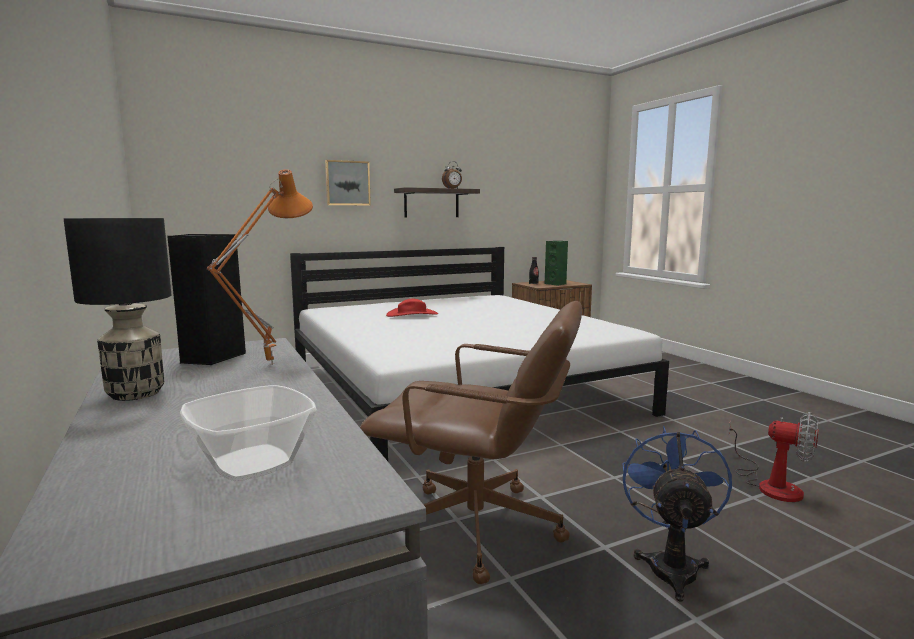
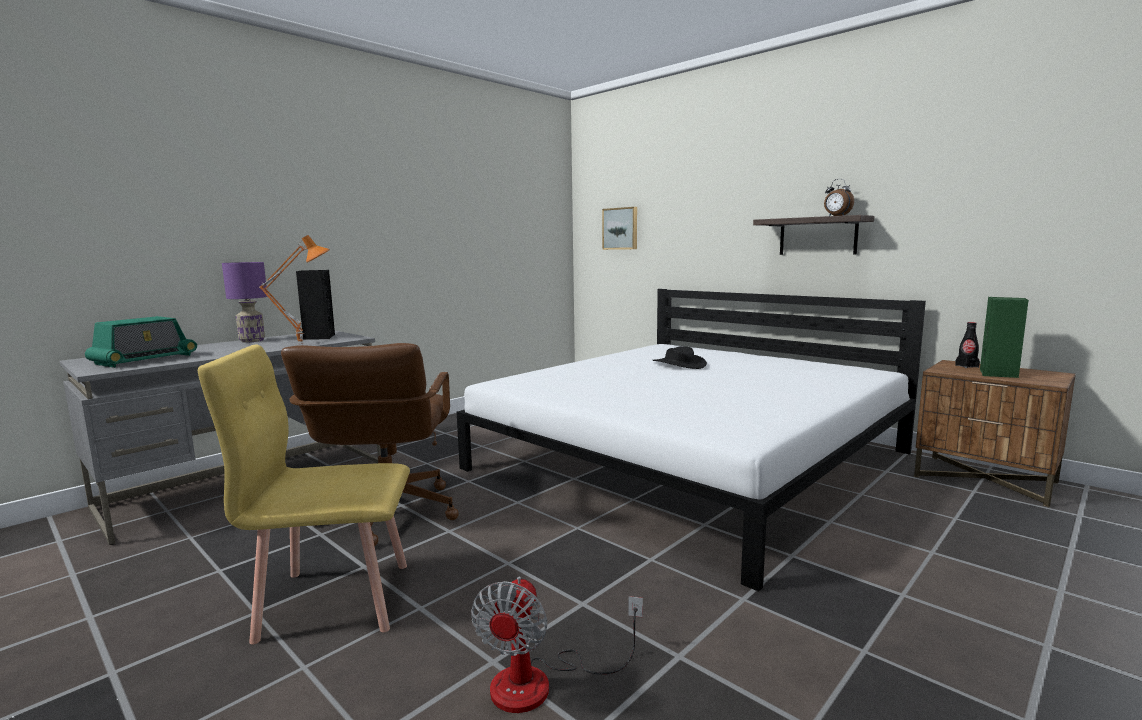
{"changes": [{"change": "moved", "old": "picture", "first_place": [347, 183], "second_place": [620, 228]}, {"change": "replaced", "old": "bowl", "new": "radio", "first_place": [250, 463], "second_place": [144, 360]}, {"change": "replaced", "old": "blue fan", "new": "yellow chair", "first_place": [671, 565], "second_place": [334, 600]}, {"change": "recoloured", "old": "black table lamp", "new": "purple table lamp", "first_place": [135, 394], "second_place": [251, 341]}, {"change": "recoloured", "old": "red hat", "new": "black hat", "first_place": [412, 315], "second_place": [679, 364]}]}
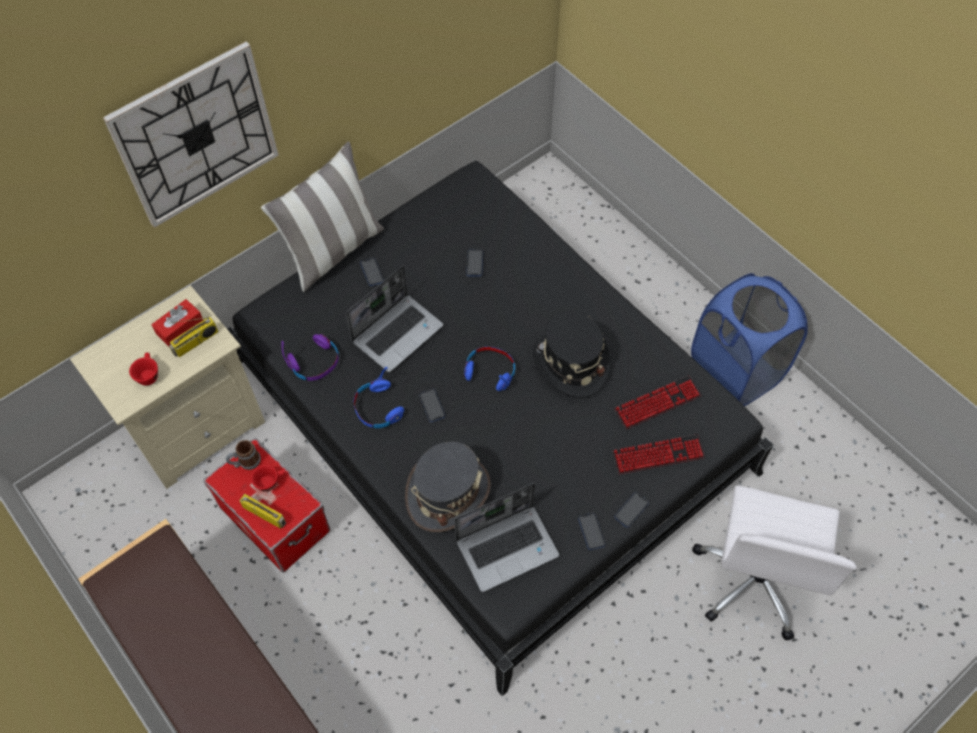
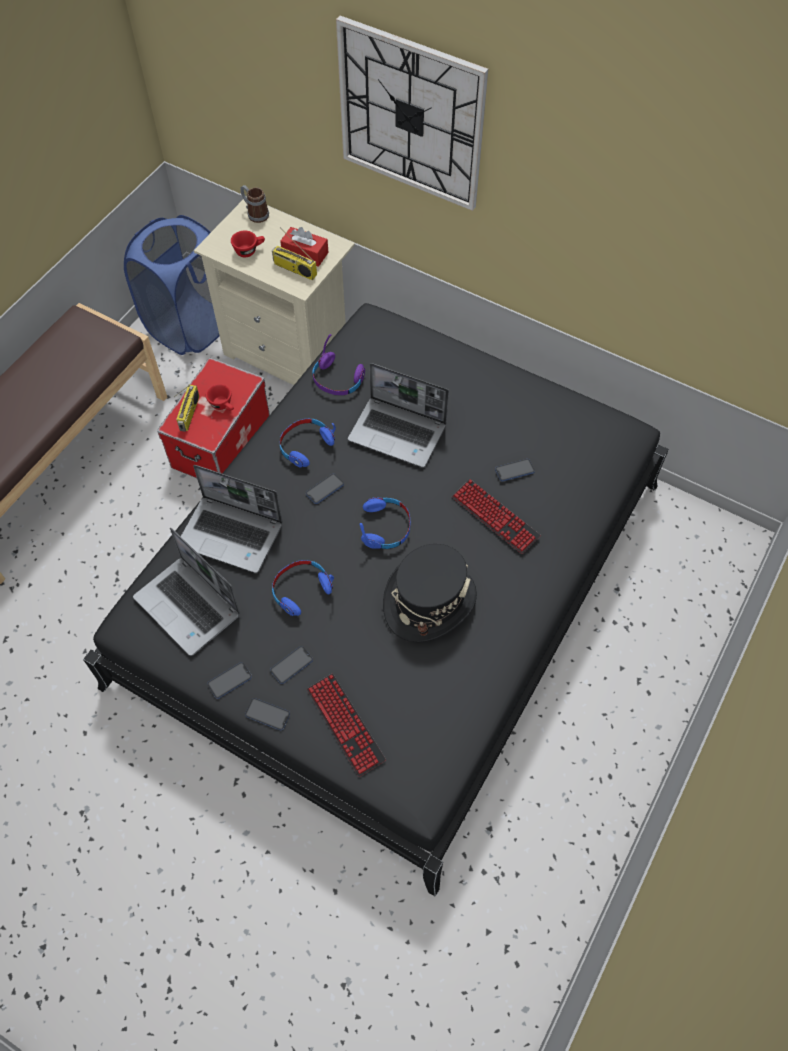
{"changes": [{"change": "removed", "old": "pillow", "first_place": [333, 250]}, {"change": "removed", "old": "white office chair", "first_place": [755, 579]}, {"change": "added", "new": "blue headphones", "second_place": [301, 590]}, {"change": "moved", "old": "mug", "first_place": [245, 462], "second_place": [255, 213]}, {"change": "moved", "old": "phone", "first_place": [372, 272], "second_place": [291, 665]}, {"change": "moved", "old": "keyboard", "first_place": [657, 403], "second_place": [495, 517]}, {"change": "moved", "old": "blue laundry basket", "first_place": [735, 372], "second_place": [191, 326]}, {"change": "replaced", "old": "grey hat", "new": "laptop", "first_place": [448, 493], "second_place": [232, 534]}]}
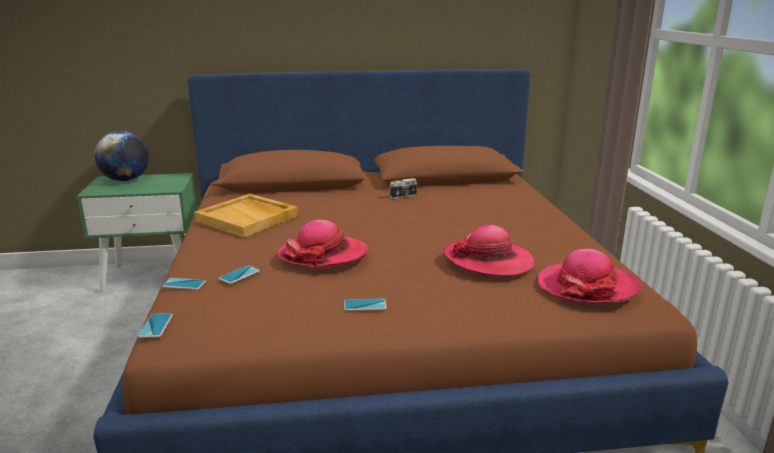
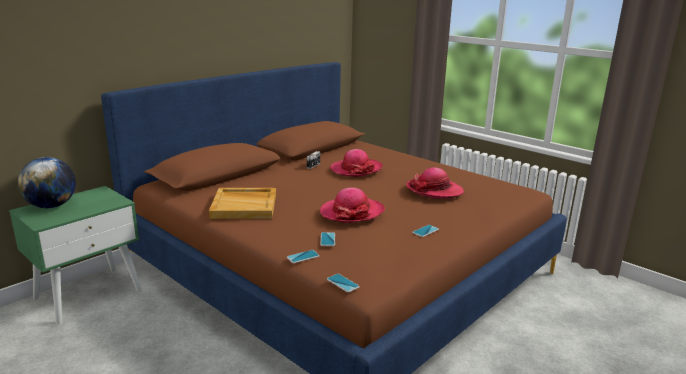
{"changes": [{"change": "moved", "old": "hat", "first_place": [587, 287], "second_place": [356, 169]}]}
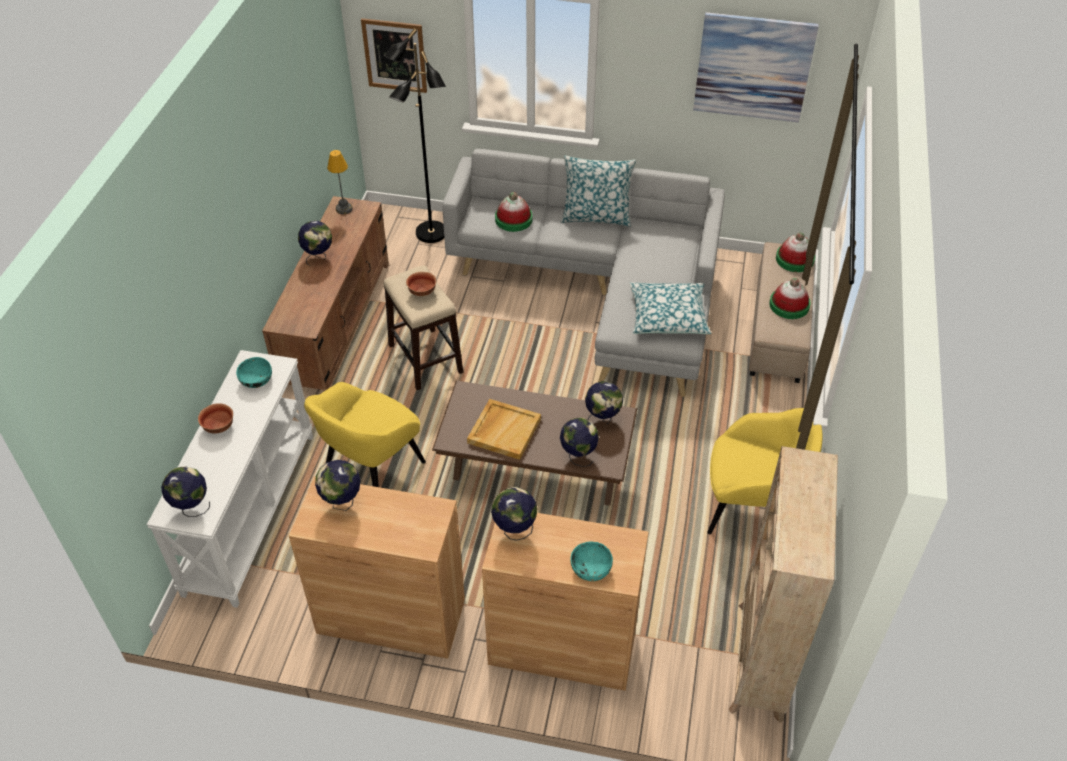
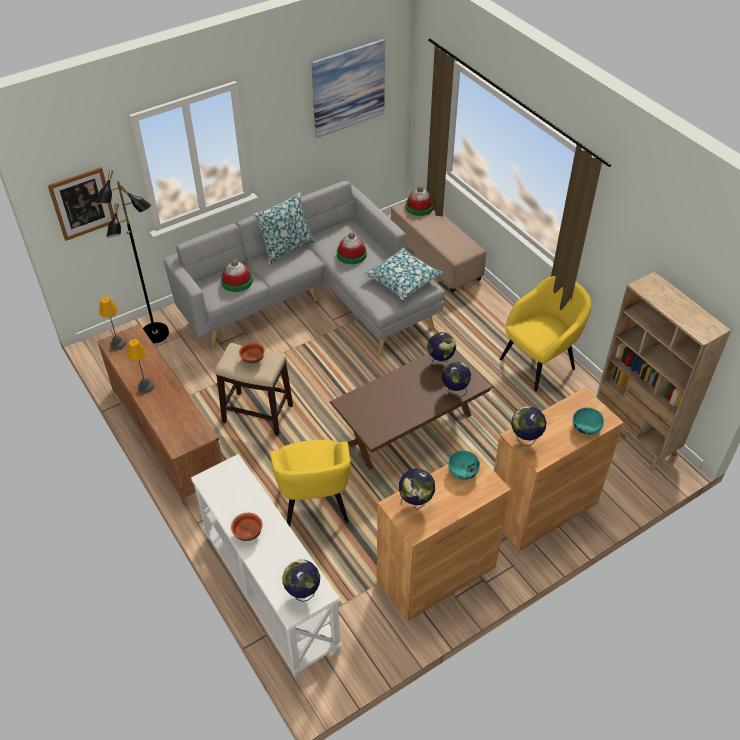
{"changes": [{"change": "removed", "old": "beige tray", "first_place": [504, 430]}, {"change": "moved", "old": "turquoise bowl", "first_place": [256, 380], "second_place": [463, 471]}, {"change": "moved", "old": "hat", "first_place": [789, 305], "second_place": [351, 254]}, {"change": "replaced", "old": "globe", "new": "table lamp", "first_place": [318, 257], "second_place": [145, 386]}]}
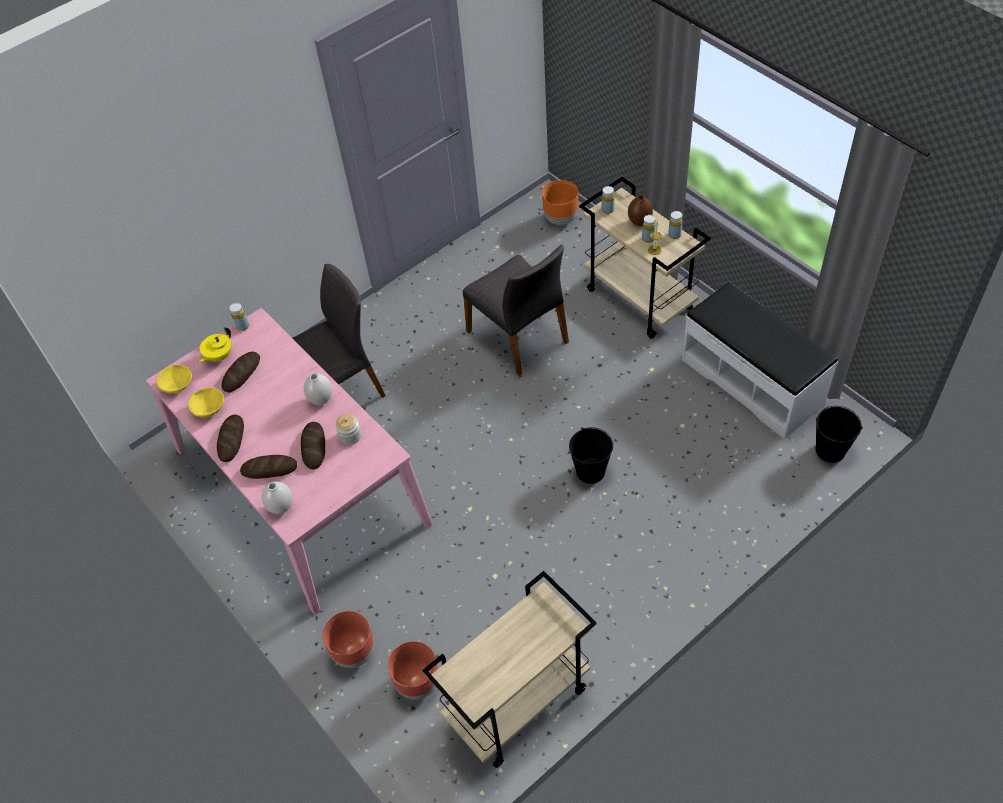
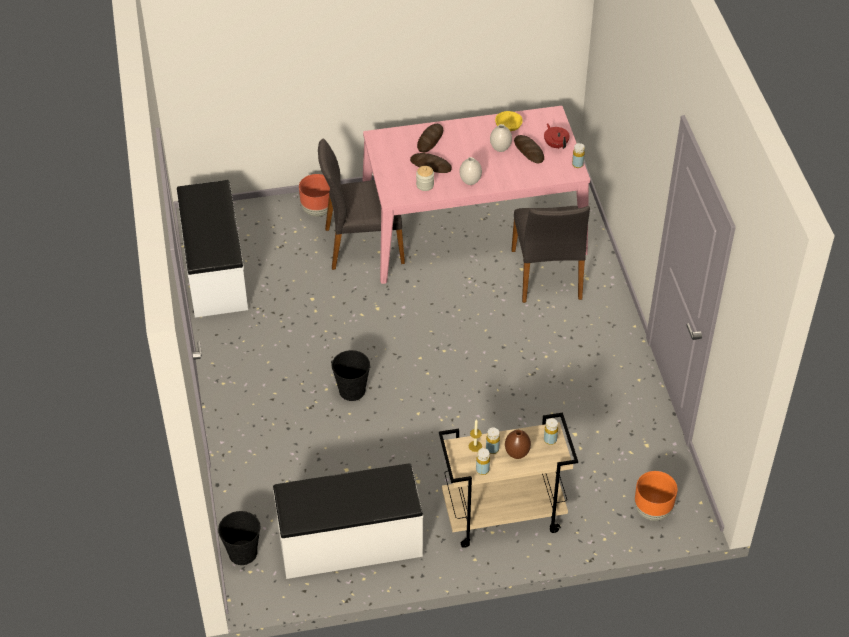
{"changes": [{"change": "removed", "old": "yellow bowl", "first_place": [178, 385]}, {"change": "removed", "old": "bread", "first_place": [231, 440]}, {"change": "removed", "old": "brown planter", "first_place": [417, 683]}, {"change": "moved", "old": "white vase", "first_place": [281, 507], "second_place": [500, 149]}, {"change": "moved", "old": "grey chair", "first_place": [519, 336], "second_place": [363, 244]}, {"change": "replaced", "old": "beige cart", "new": "white bench", "first_place": [517, 704], "second_place": [214, 270]}, {"change": "recoloured", "old": "yellow teapot", "new": "red teapot", "first_place": [219, 356], "second_place": [556, 145]}]}
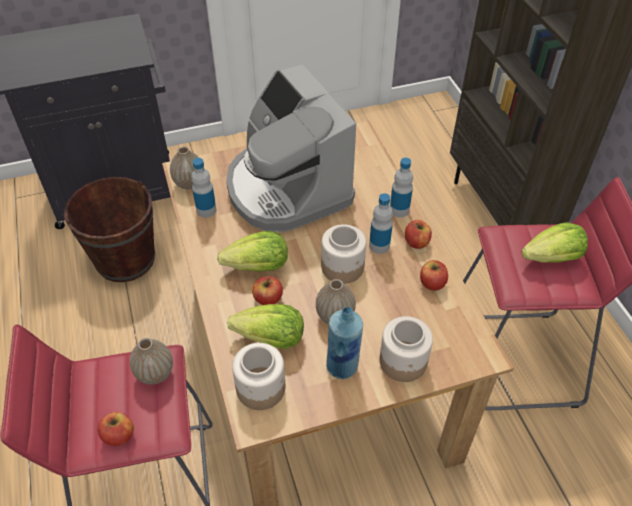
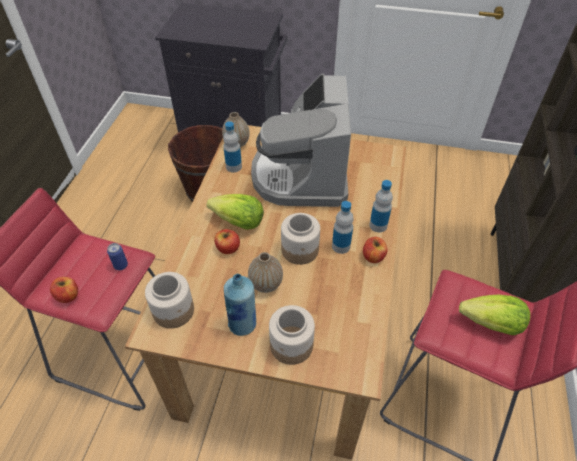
{"changes": [{"change": "removed", "old": "lettuce", "first_place": [271, 339]}, {"change": "removed", "old": "apple", "first_place": [432, 283]}, {"change": "replaced", "old": "vase", "new": "can", "first_place": [155, 373], "second_place": [121, 265]}]}
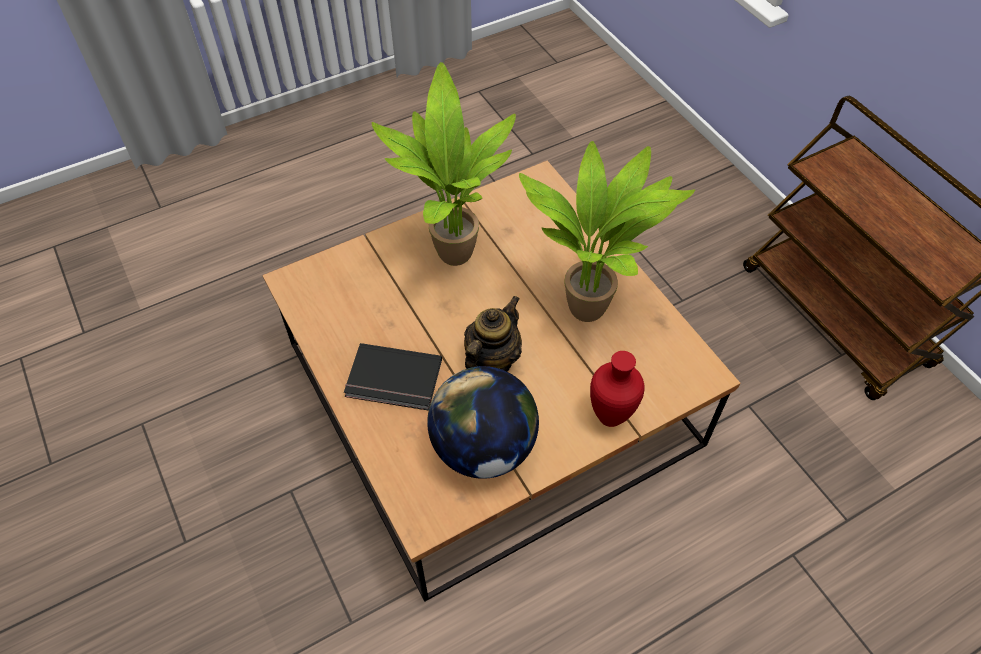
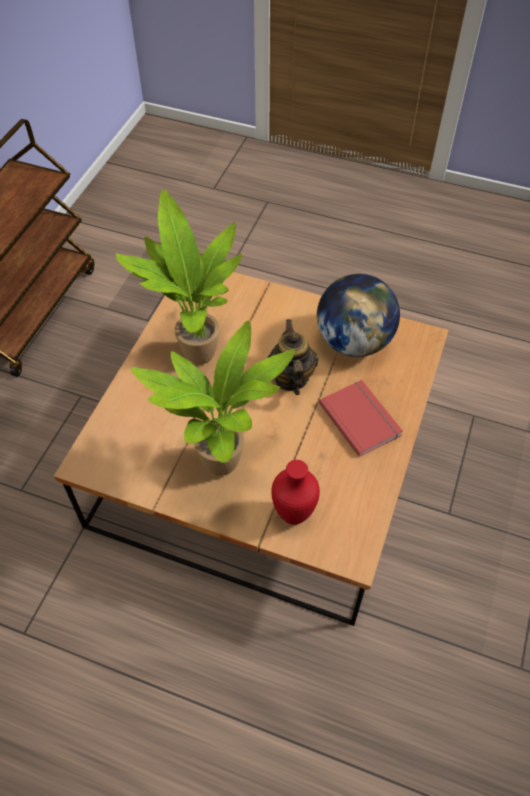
{"changes": [{"change": "moved", "old": "red vase", "first_place": [612, 417], "second_place": [293, 514]}, {"change": "recoloured", "old": "black book", "new": "red book", "first_place": [393, 381], "second_place": [361, 418]}, {"change": "turned", "old": "teapot", "first_place": [491, 360], "second_place": [291, 378], "degrees": 90}]}
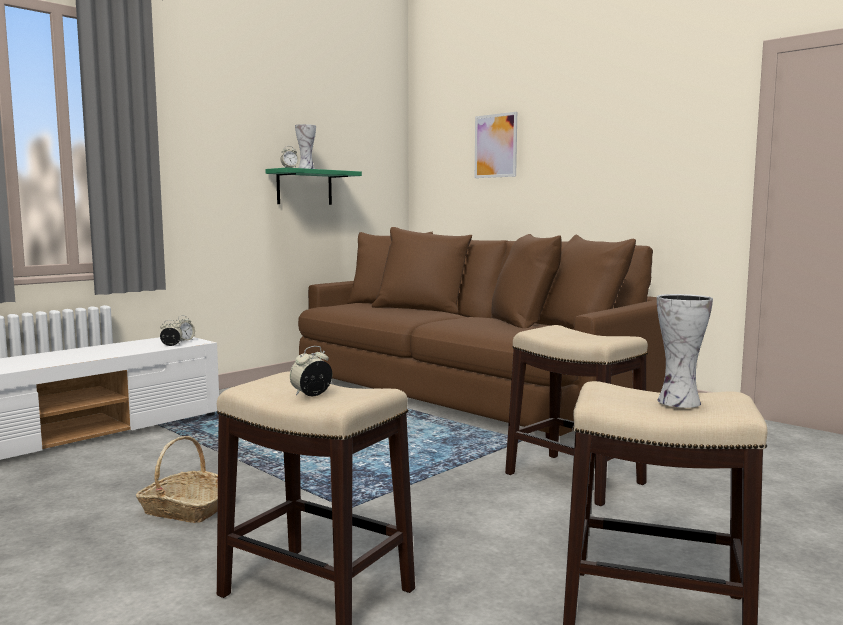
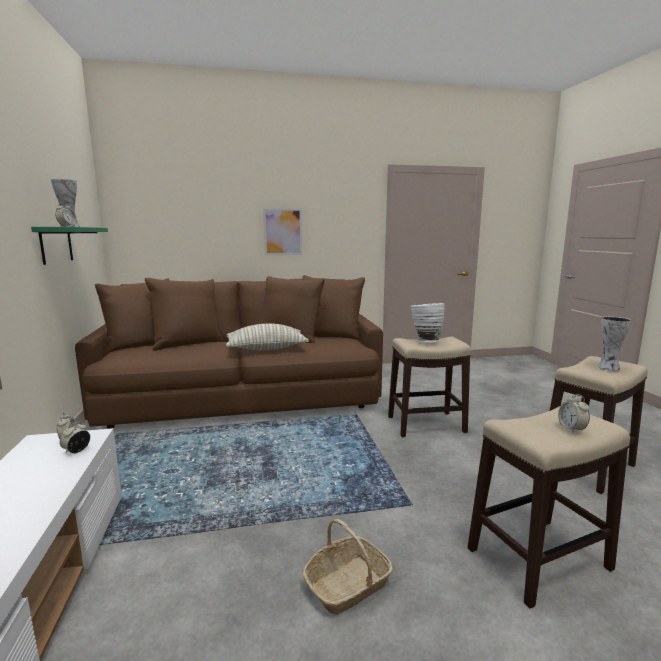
{"changes": [{"change": "added", "new": "pillow", "second_place": [266, 349]}, {"change": "added", "new": "white vase", "second_place": [425, 341]}, {"change": "moved", "old": "picture", "first_place": [495, 146], "second_place": [283, 232]}]}
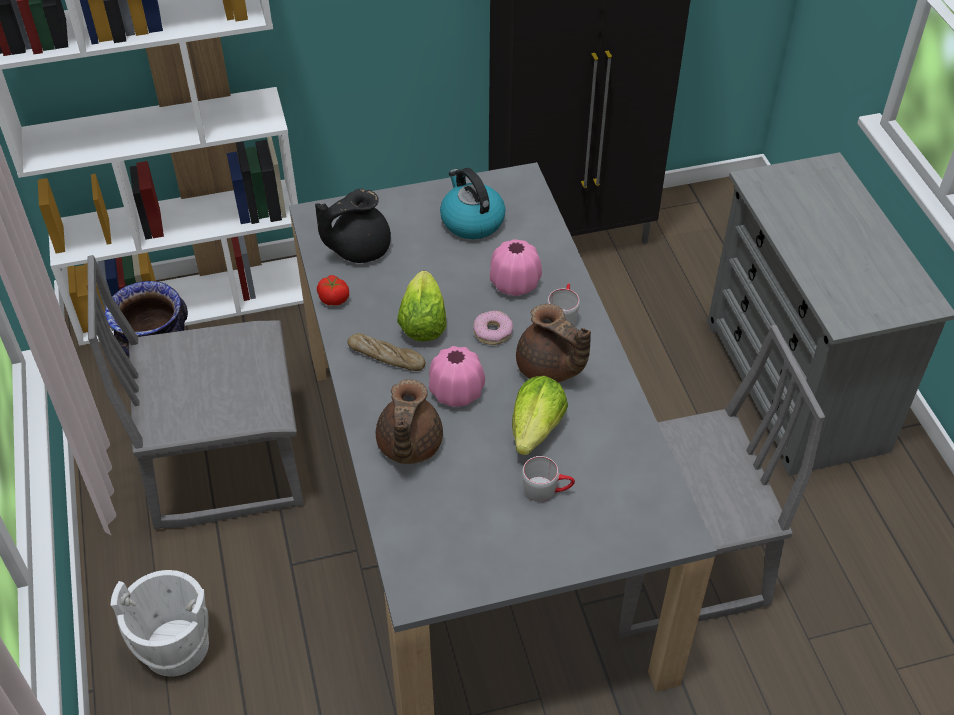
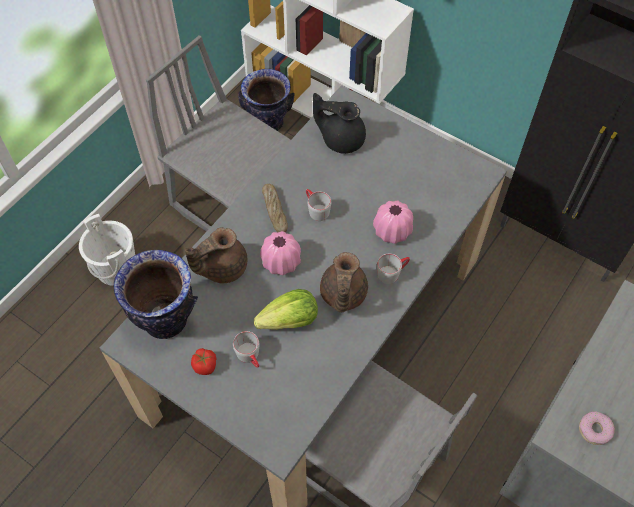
{"changes": [{"change": "removed", "old": "kettle", "first_place": [471, 221]}, {"change": "added", "new": "vase", "second_place": [165, 321]}, {"change": "moved", "old": "tomato", "first_place": [334, 299], "second_place": [205, 365]}, {"change": "moved", "old": "donut", "first_place": [492, 332], "second_place": [594, 430]}, {"change": "replaced", "old": "lettuce", "new": "grey mug", "first_place": [422, 323], "second_place": [316, 209]}]}
